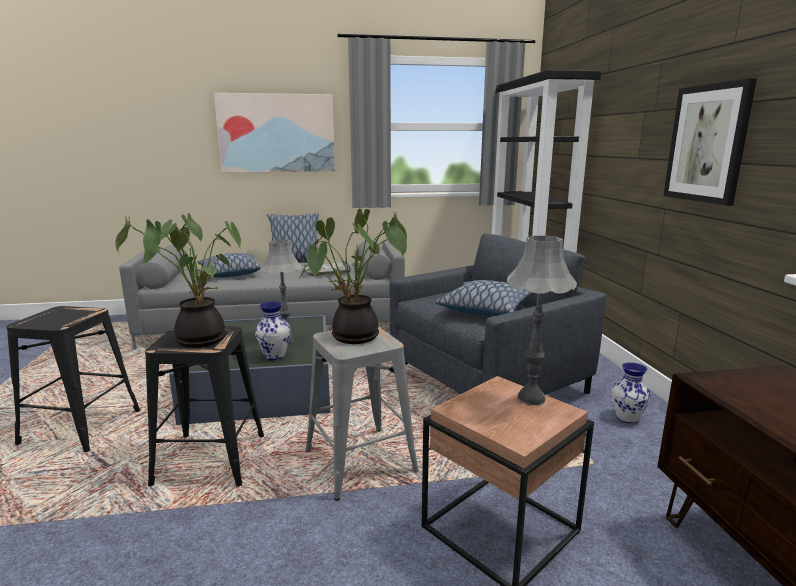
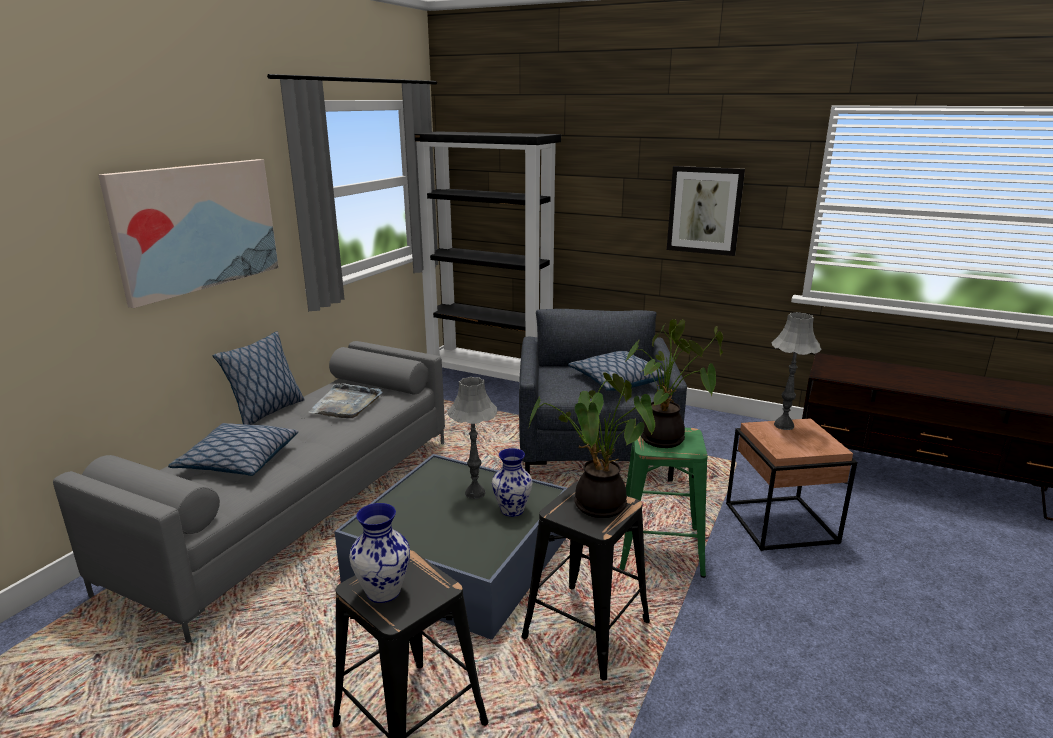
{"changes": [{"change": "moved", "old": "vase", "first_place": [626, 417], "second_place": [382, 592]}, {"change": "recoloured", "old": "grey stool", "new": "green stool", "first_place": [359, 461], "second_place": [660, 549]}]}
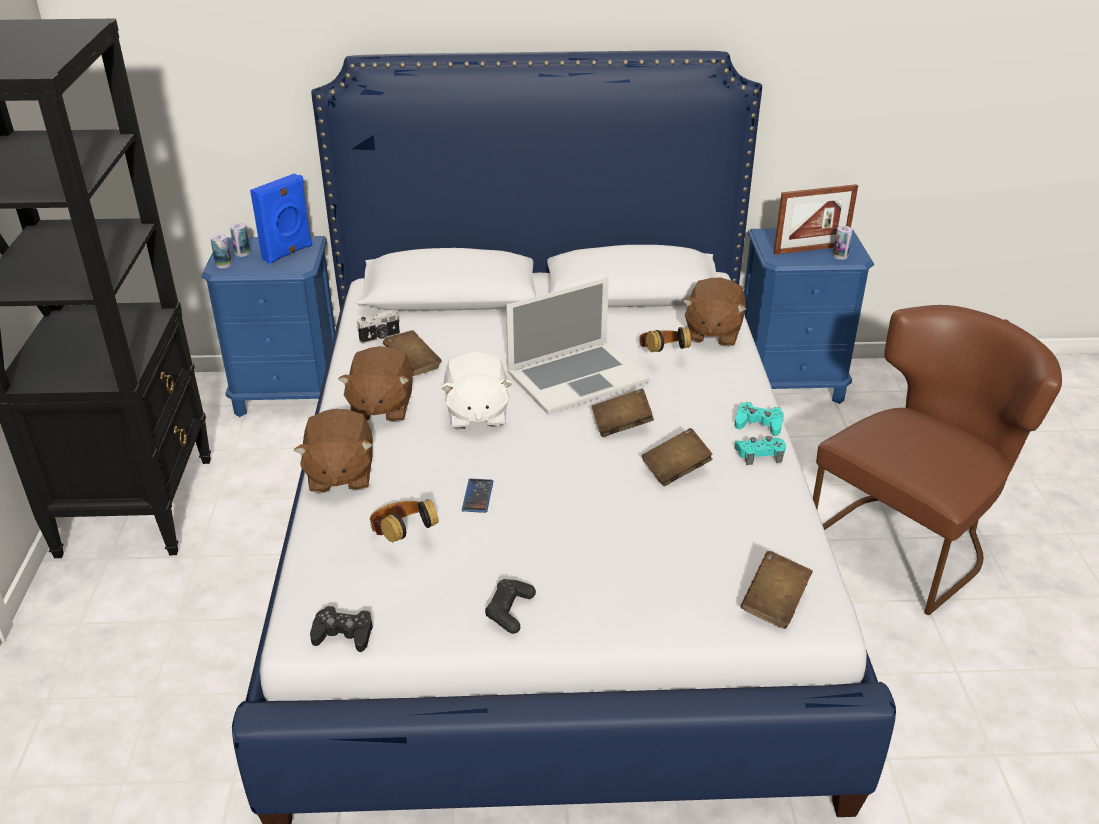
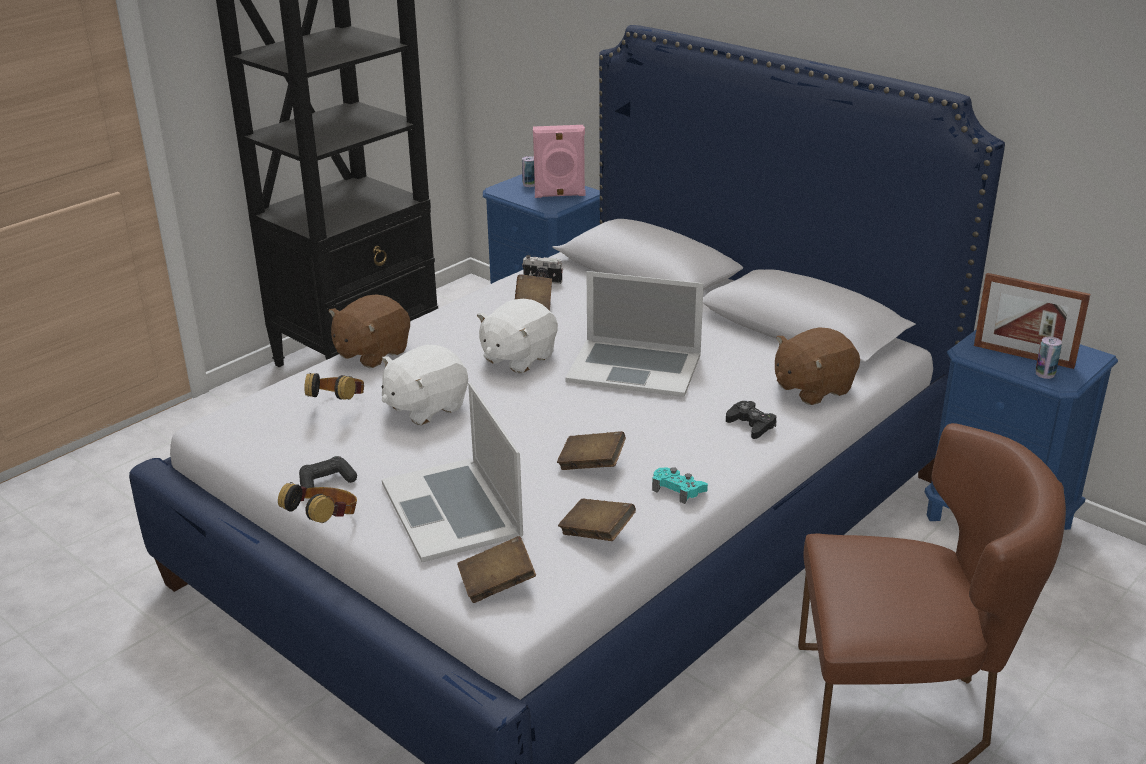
{"changes": [{"change": "removed", "old": "can", "first_place": [223, 265]}, {"change": "removed", "old": "brown plush toy", "first_place": [381, 407]}, {"change": "removed", "old": "turquoise game controller", "first_place": [758, 424]}, {"change": "added", "new": "laptop", "second_place": [452, 509]}, {"change": "moved", "old": "black game controller", "first_place": [343, 634], "second_place": [751, 425]}, {"change": "moved", "old": "brown book", "first_place": [621, 425], "second_place": [597, 533]}, {"change": "moved", "old": "headphones", "first_place": [662, 356], "second_place": [325, 522]}, {"change": "replaced", "old": "phone", "new": "white plush toy", "first_place": [477, 496], "second_place": [425, 407]}, {"change": "recoloured", "old": "blue speaker", "new": "pink speaker", "first_place": [288, 253], "second_place": [559, 195]}]}
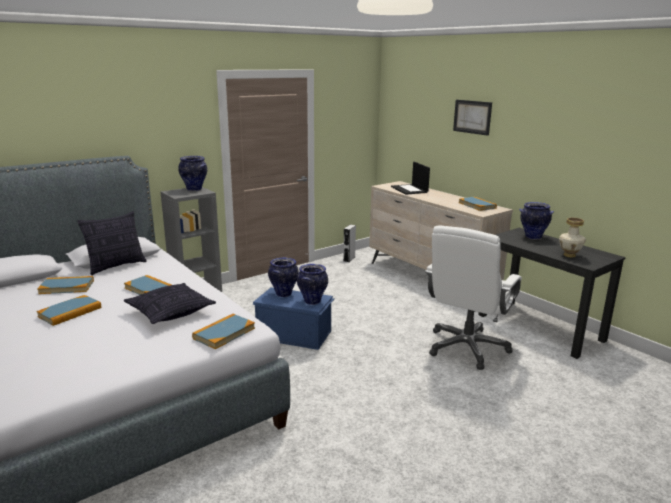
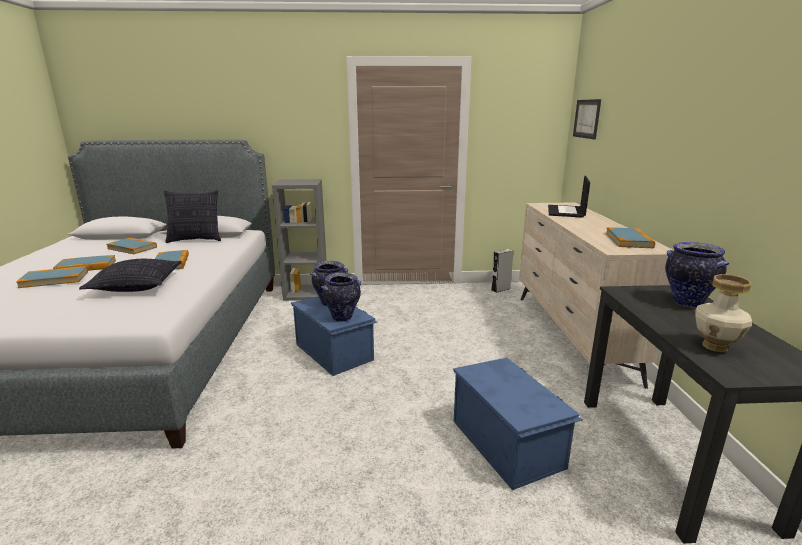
{"changes": [{"change": "removed", "old": "vase", "first_place": [194, 189]}, {"change": "moved", "old": "book", "first_place": [224, 333], "second_place": [54, 279]}, {"change": "moved", "old": "picture", "first_place": [472, 117], "second_place": [587, 119]}, {"change": "replaced", "old": "white office chair", "new": "blue storage box", "first_place": [467, 347], "second_place": [507, 442]}]}
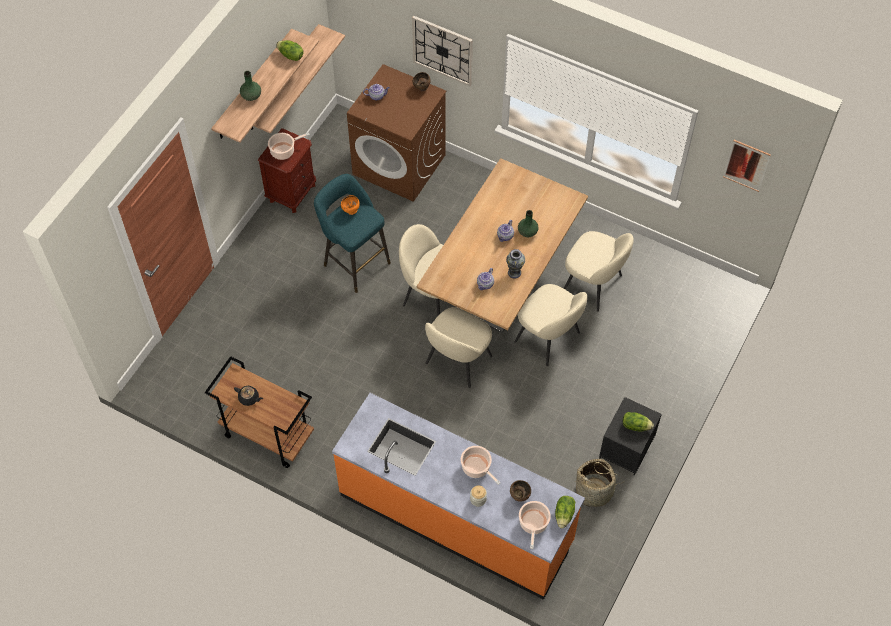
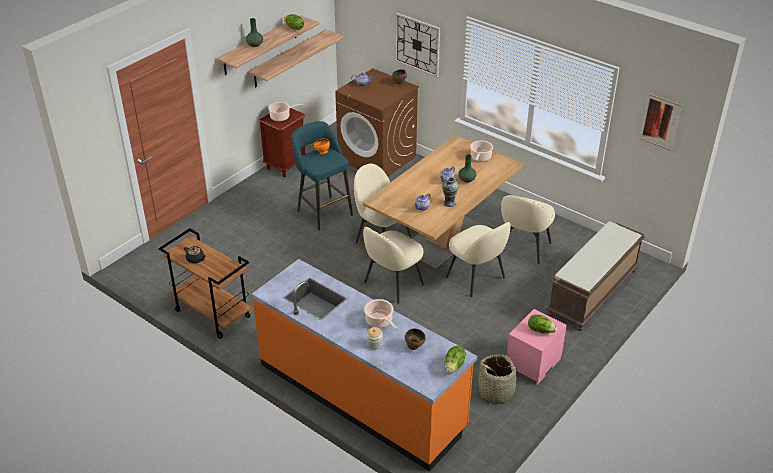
{"changes": [{"change": "added", "new": "brown bench", "second_place": [593, 293]}, {"change": "moved", "old": "cooking pot", "first_place": [533, 524], "second_place": [480, 158]}, {"change": "recoloured", "old": "black nightstand", "new": "pink nightstand", "first_place": [627, 448], "second_place": [533, 364]}, {"change": "turned", "old": "beige chair", "first_place": [593, 285], "second_place": [523, 248], "degrees": 75}]}
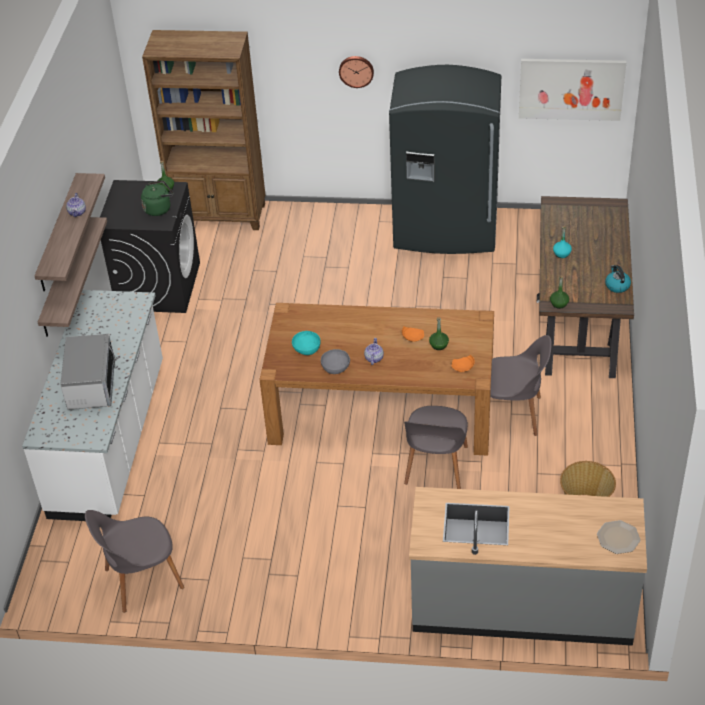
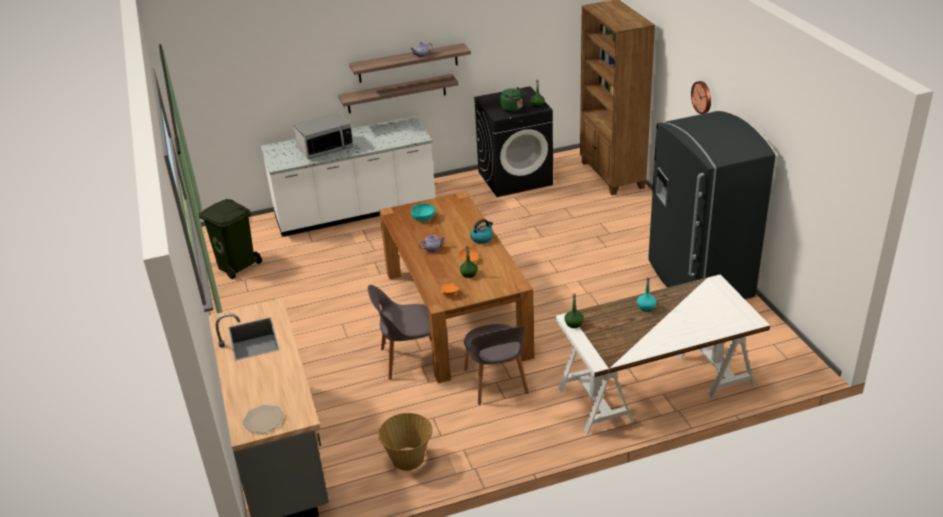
{"changes": [{"change": "removed", "old": "grey bowl", "first_place": [335, 367]}, {"change": "removed", "old": "picture", "first_place": [571, 88]}, {"change": "moved", "old": "kettle", "first_place": [617, 286], "second_place": [482, 238]}, {"change": "replaced", "old": "grey chair", "new": "green trash can", "first_place": [141, 580], "second_place": [237, 265]}, {"change": "recoloured", "old": "brown desk", "new": "white desk", "first_place": [580, 315], "second_place": [656, 388]}]}
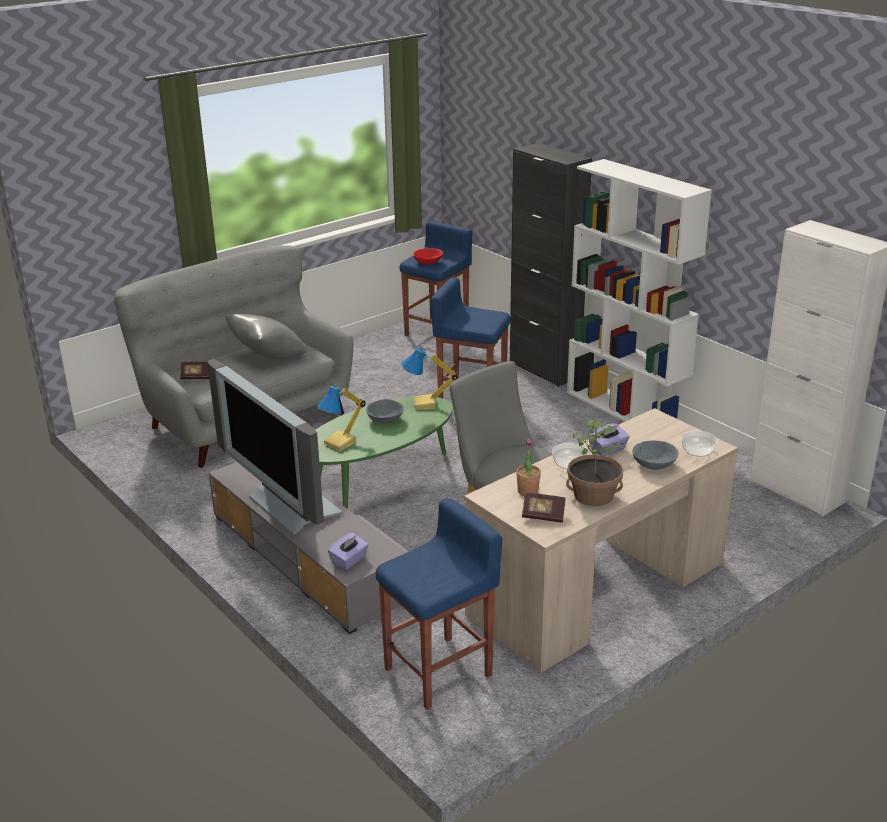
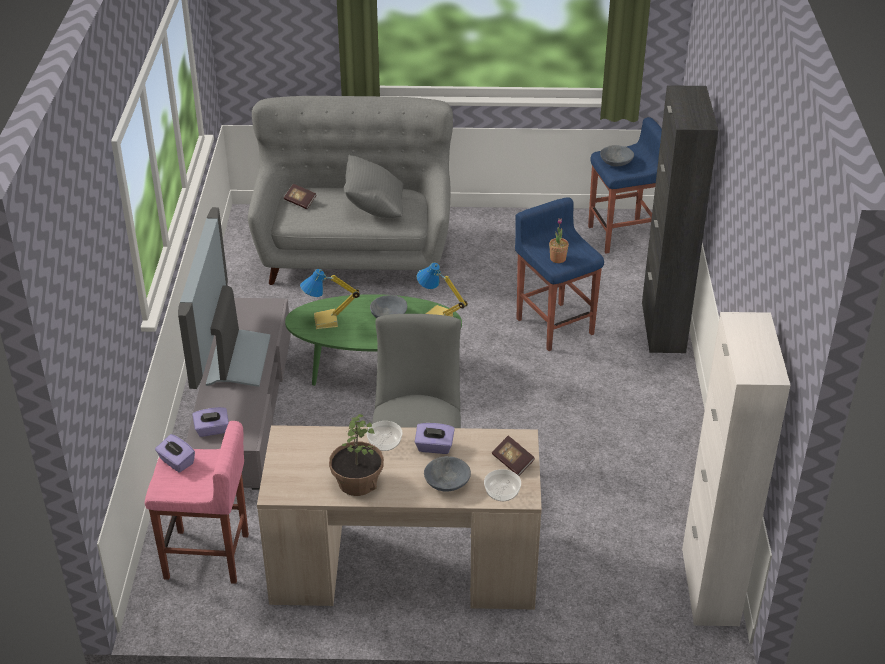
{"changes": [{"change": "removed", "old": "white bookcase", "first_place": [626, 410]}, {"change": "added", "new": "purple tissue box", "second_place": [176, 462]}, {"change": "moved", "old": "potted plant", "first_place": [528, 491], "second_place": [558, 258]}, {"change": "moved", "old": "book", "first_place": [543, 515], "second_place": [512, 462]}, {"change": "recoloured", "old": "blue stool", "new": "pink stool", "first_place": [440, 671], "second_place": [208, 557]}, {"change": "recoloured", "old": "red bowl", "new": "grey bowl", "first_place": [428, 262], "second_place": [616, 163]}]}
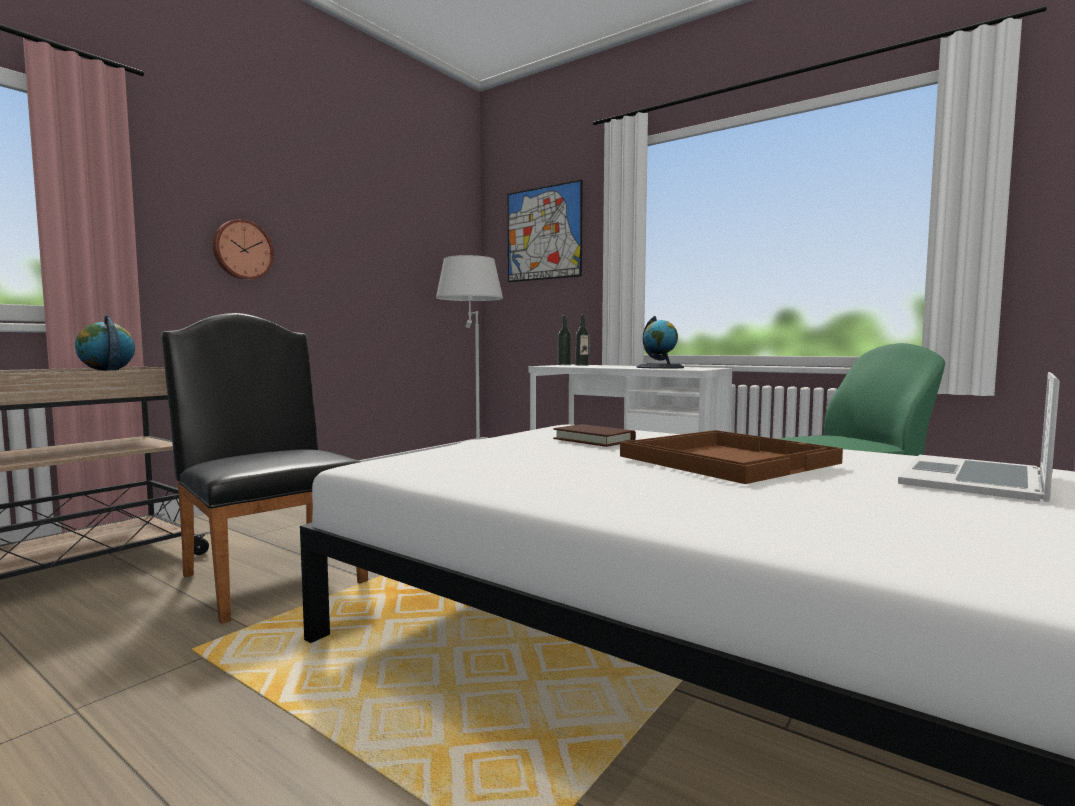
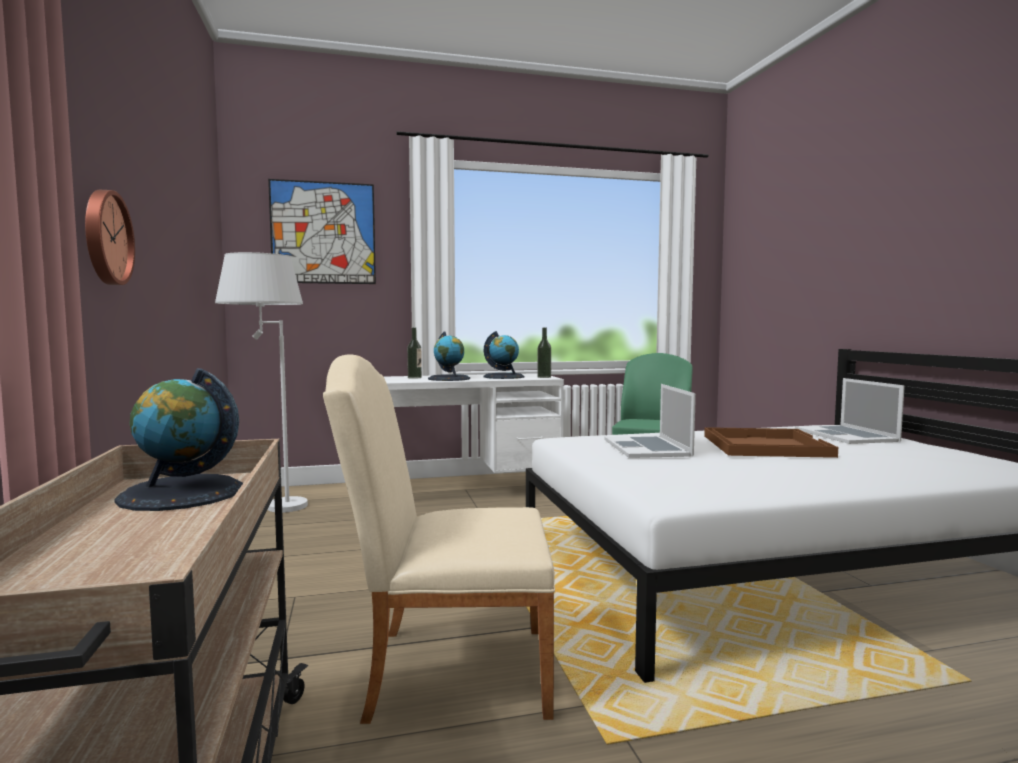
{"changes": [{"change": "added", "new": "globe", "second_place": [449, 378]}, {"change": "moved", "old": "bottle", "first_place": [564, 365], "second_place": [544, 377]}, {"change": "replaced", "old": "brown book", "new": "laptop", "first_place": [594, 440], "second_place": [647, 447]}, {"change": "recoloured", "old": "black chair", "new": "beige chair", "first_place": [270, 574], "second_place": [445, 670]}]}
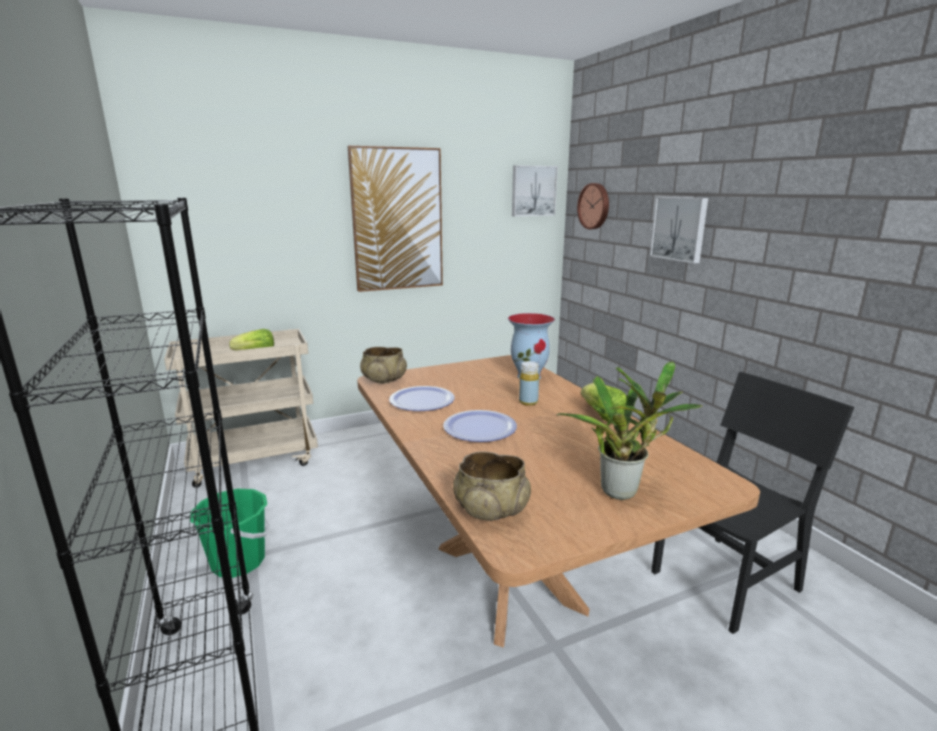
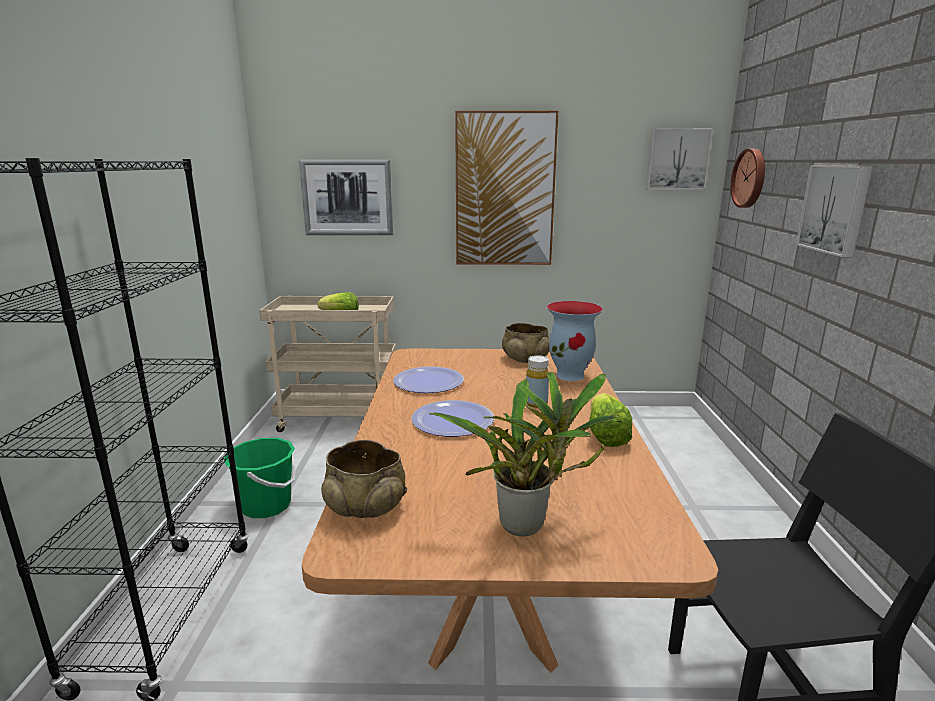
{"changes": [{"change": "added", "new": "picture", "second_place": [347, 197]}, {"change": "moved", "old": "beige bowl", "first_place": [384, 380], "second_place": [525, 359]}]}
